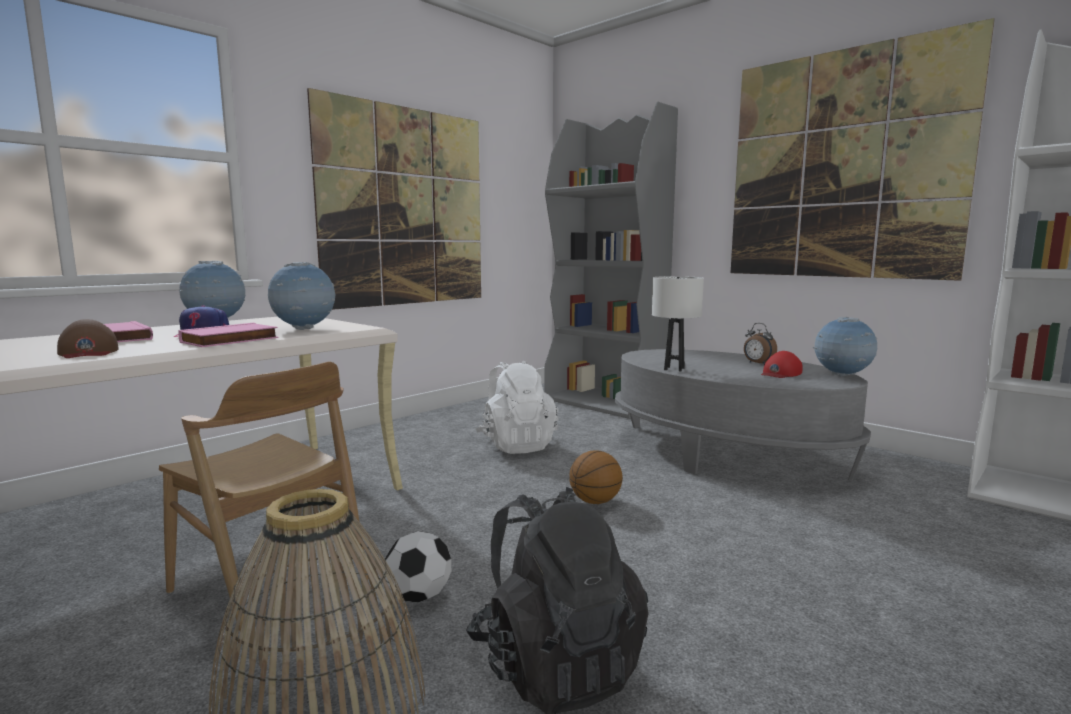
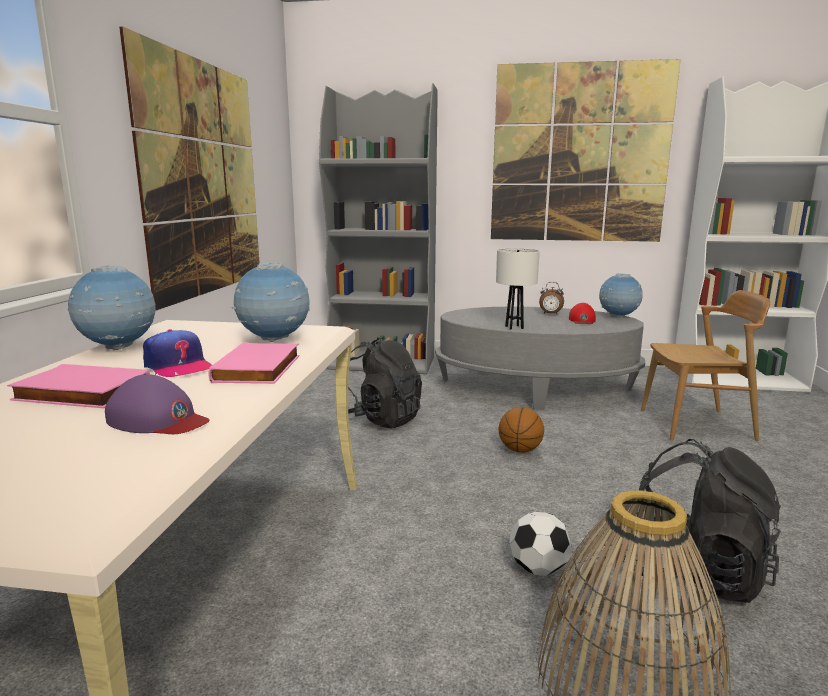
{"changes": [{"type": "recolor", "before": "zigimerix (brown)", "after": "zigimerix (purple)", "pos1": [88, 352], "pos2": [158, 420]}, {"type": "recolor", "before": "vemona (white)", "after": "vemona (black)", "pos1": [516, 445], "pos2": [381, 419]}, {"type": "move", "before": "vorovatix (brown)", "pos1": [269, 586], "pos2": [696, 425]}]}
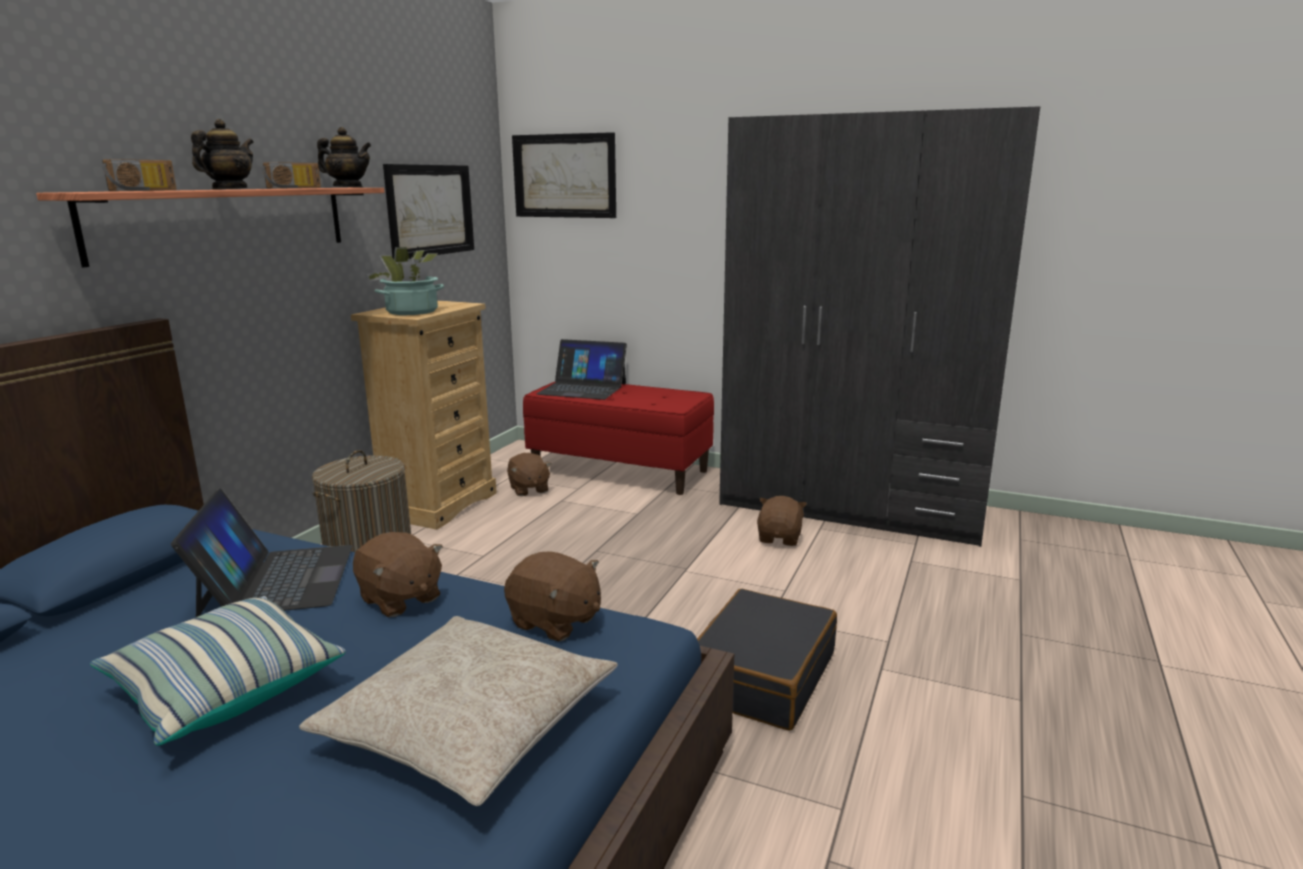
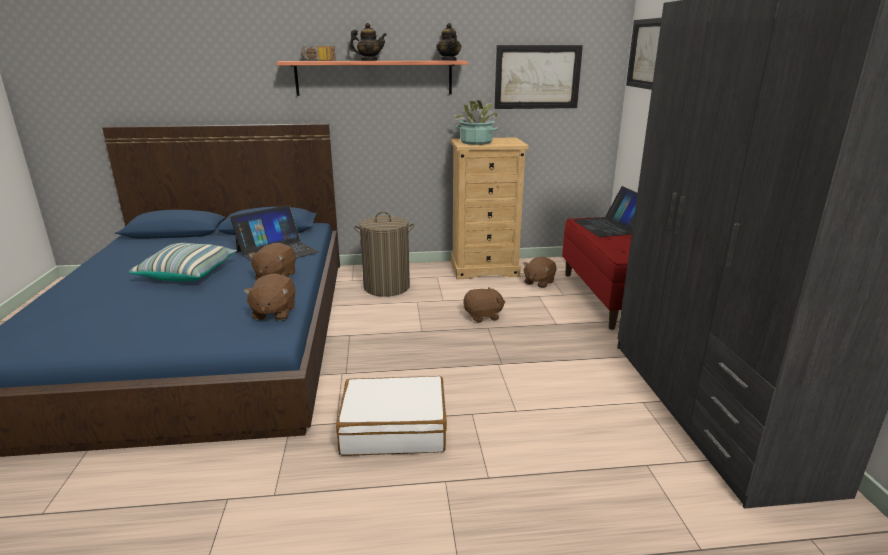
{"changes": [{"type": "delete", "before": "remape", "pos1": [295, 188]}, {"type": "move", "before": "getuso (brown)", "pos1": [780, 538], "pos2": [483, 316]}, {"type": "recolor", "before": "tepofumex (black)", "after": "tepofumex (white)", "pos1": [761, 675], "pos2": [394, 428]}, {"type": "delete", "before": "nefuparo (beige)", "pos1": [468, 724]}]}
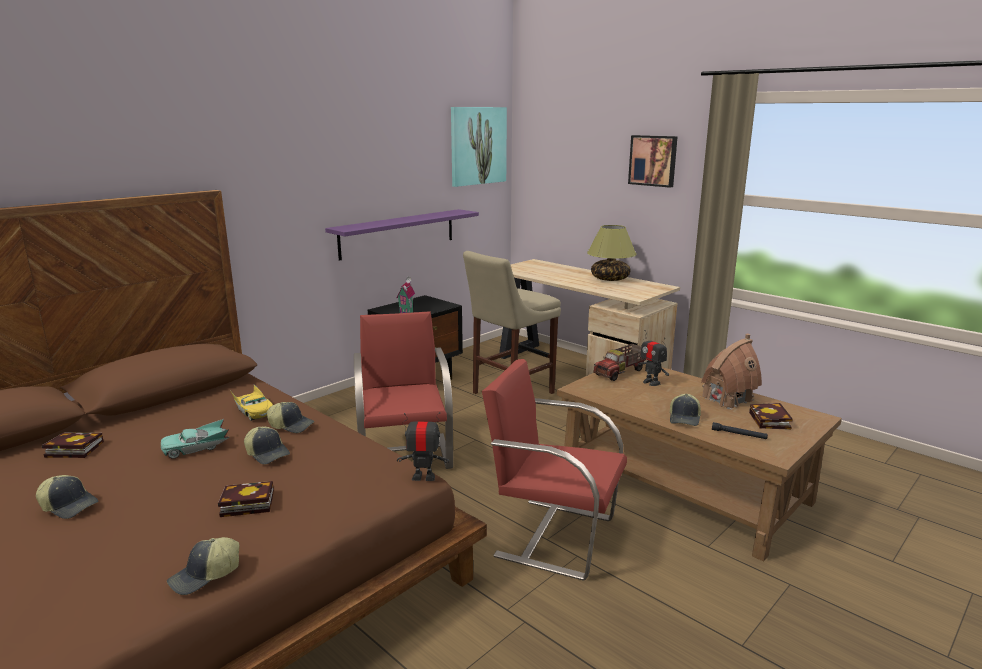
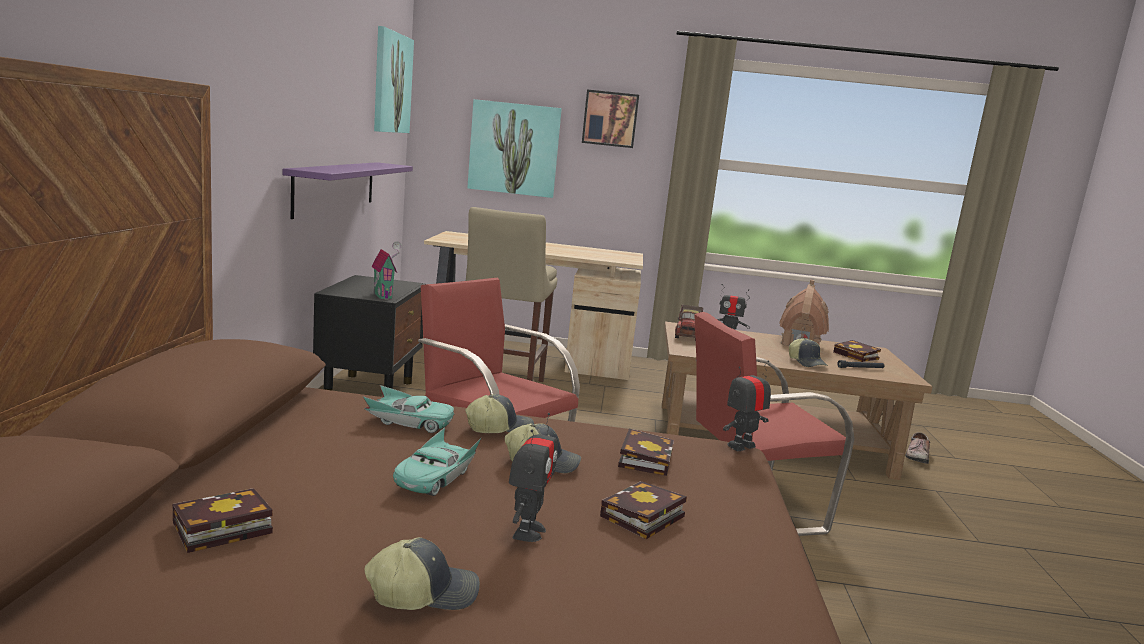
{"changes": [{"type": "delete", "before": "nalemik", "pos1": [609, 279]}, {"type": "recolor", "before": "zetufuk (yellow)", "after": "zetufuk (turquoise)", "pos1": [254, 411], "pos2": [409, 422]}, {"type": "delete", "before": "zigimerix", "pos1": [205, 576]}, {"type": "insert", "after": "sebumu", "pos2": [514, 149]}, {"type": "insert", "after": "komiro", "pos2": [527, 531]}, {"type": "insert", "after": "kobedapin", "pos2": [644, 458]}, {"type": "insert", "after": "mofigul", "pos2": [916, 455]}]}
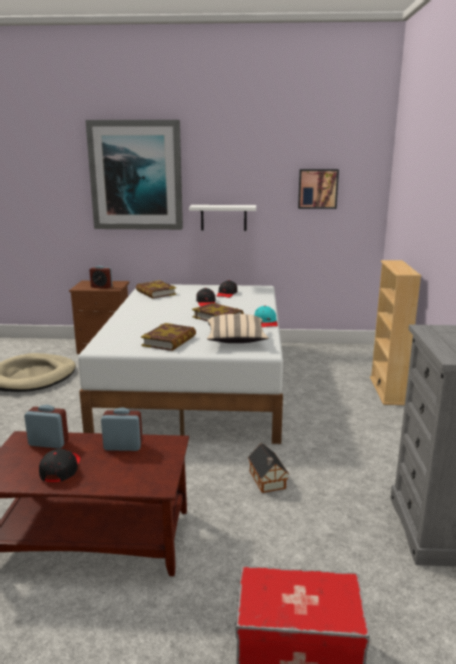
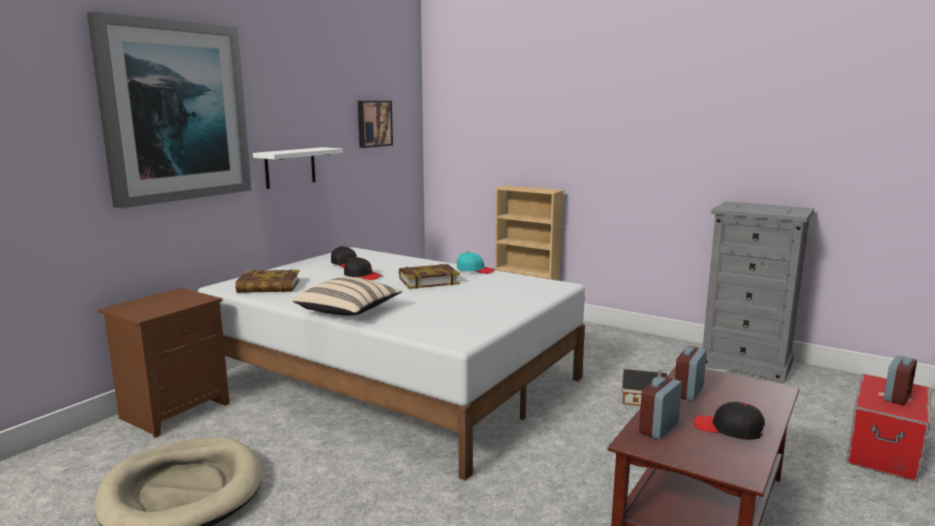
{"changes": [{"type": "move", "before": "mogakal", "pos1": [101, 287], "pos2": [897, 397]}, {"type": "move", "before": "nefuparo (beige)", "pos1": [236, 340], "pos2": [349, 311]}, {"type": "delete", "before": "kobedapin", "pos1": [169, 341]}]}
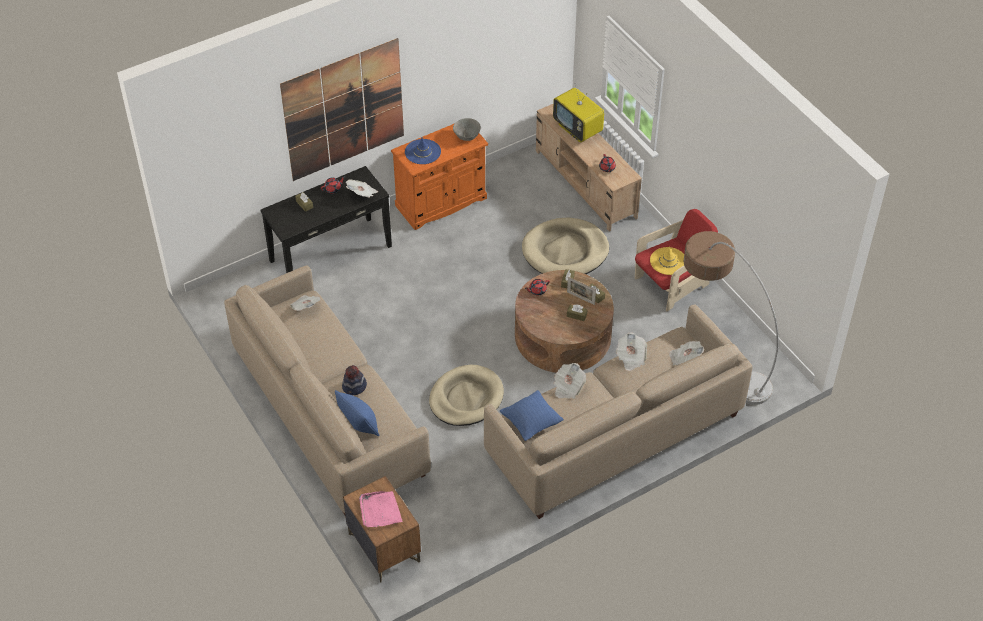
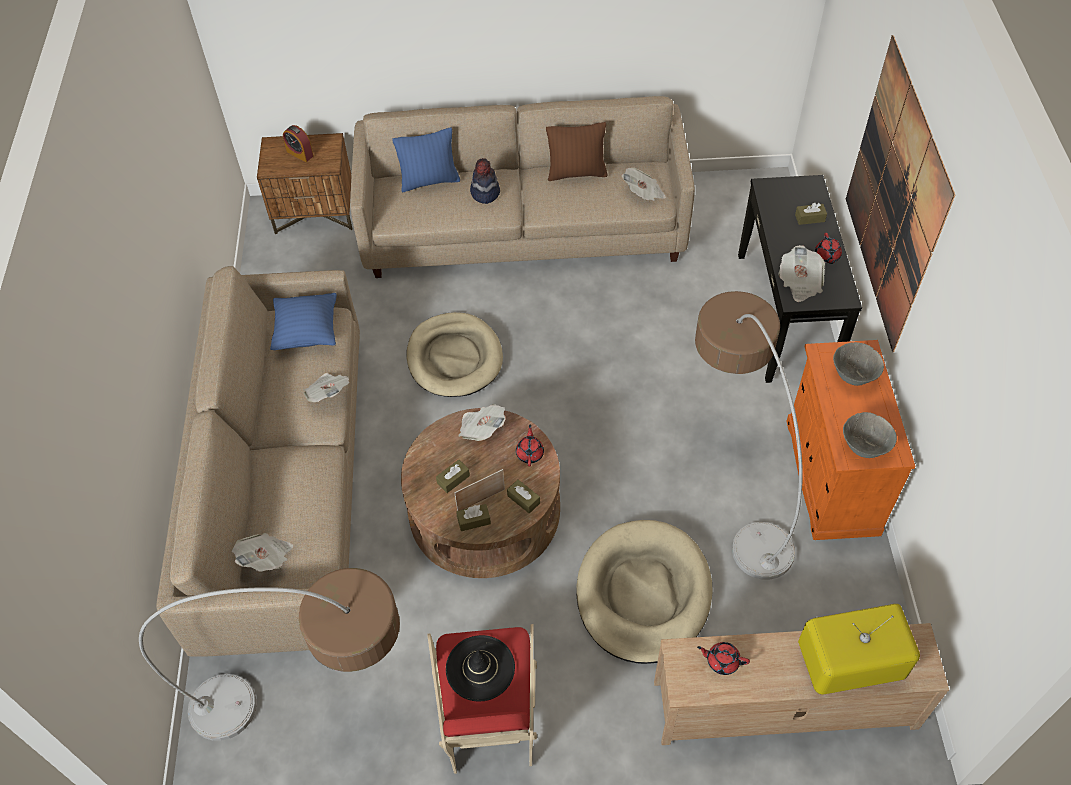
{"changes": [{"type": "replace", "before": "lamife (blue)", "after": "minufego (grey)", "pos1": [423, 152], "pos2": [853, 376]}, {"type": "recolor", "before": "lamife (yellow)", "after": "lamife (black)", "pos1": [668, 261], "pos2": [480, 668]}, {"type": "move", "before": "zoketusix", "pos1": [631, 358], "pos2": [481, 429]}, {"type": "replace", "before": "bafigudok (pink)", "after": "mogakal", "pos1": [380, 511], "pos2": [300, 153]}, {"type": "insert", "after": "nefuparo (brown)", "pos2": [576, 173]}, {"type": "insert", "after": "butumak", "pos2": [734, 481]}]}
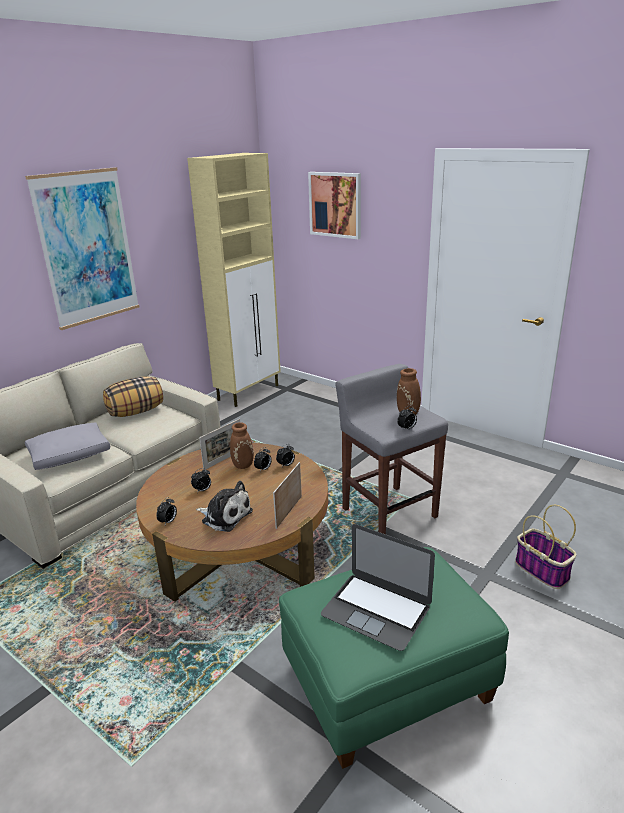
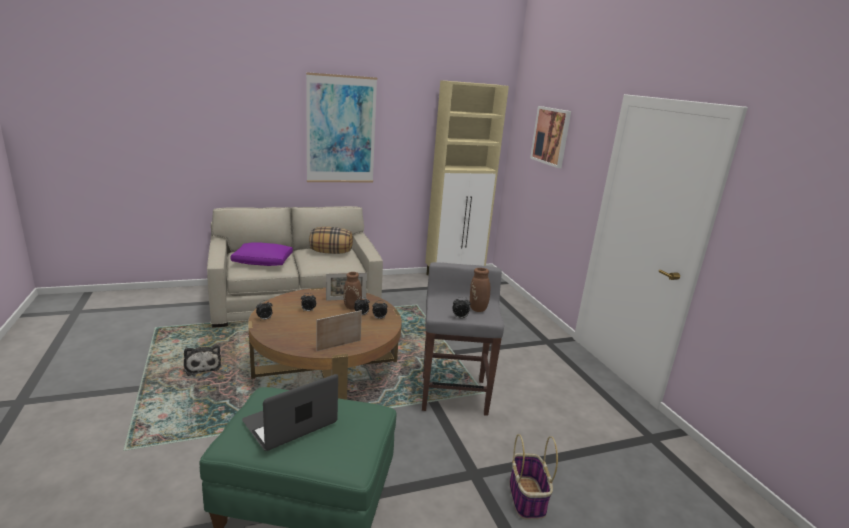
{"changes": [{"type": "recolor", "before": "nefuparo (grey)", "after": "nefuparo (purple)", "pos1": [70, 455], "pos2": [263, 262]}, {"type": "move", "before": "getuso", "pos1": [225, 516], "pos2": [202, 366]}, {"type": "rotate", "before": "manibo", "pos1": [376, 610], "pos2": [290, 422], "turn": 75}]}
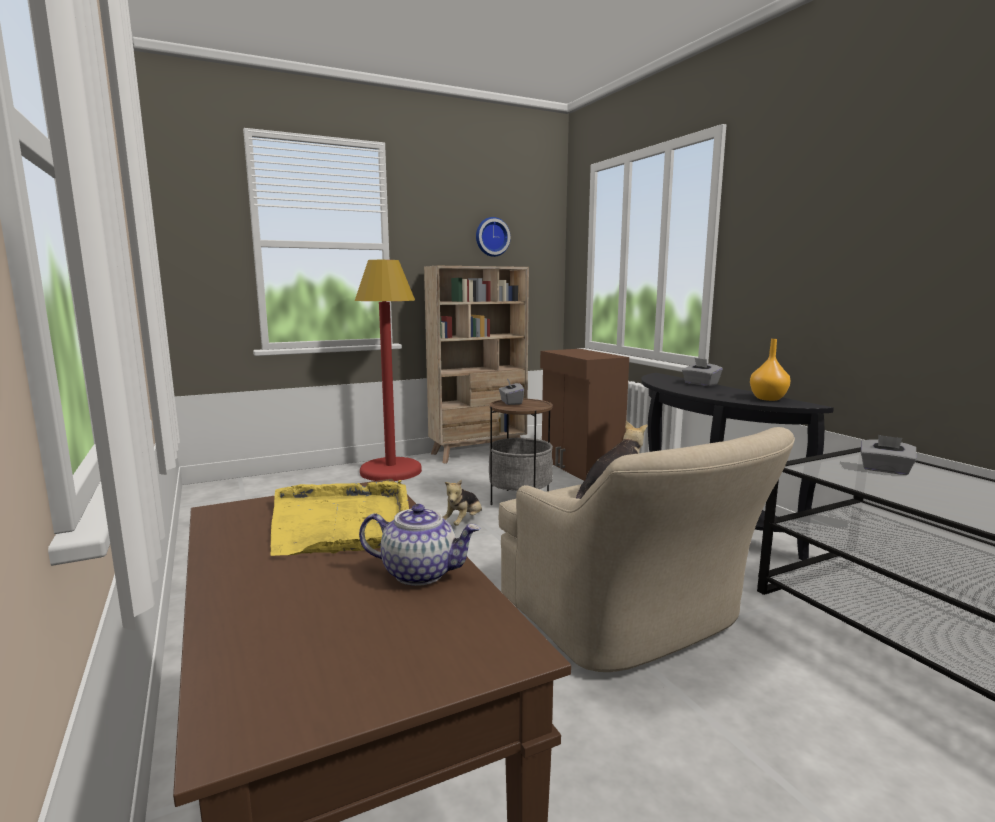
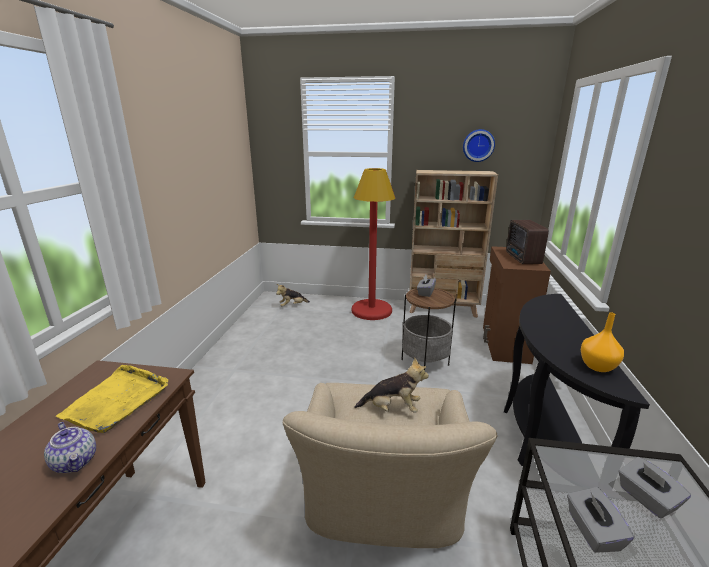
{"changes": [{"type": "move", "before": "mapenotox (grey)", "pos1": [700, 384], "pos2": [592, 531]}, {"type": "move", "before": "getuso", "pos1": [463, 522], "pos2": [292, 306]}, {"type": "insert", "after": "remape", "pos2": [522, 259]}]}
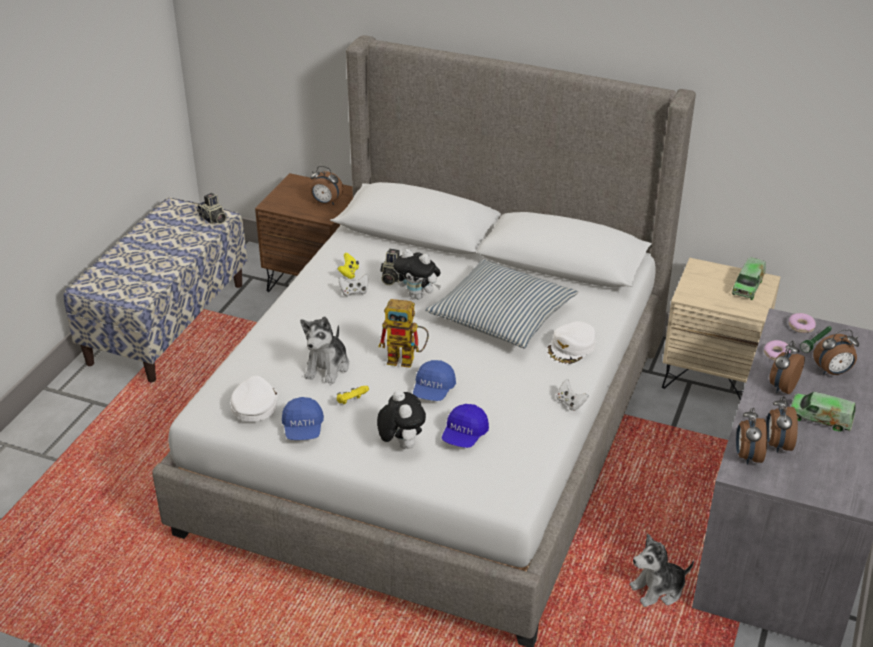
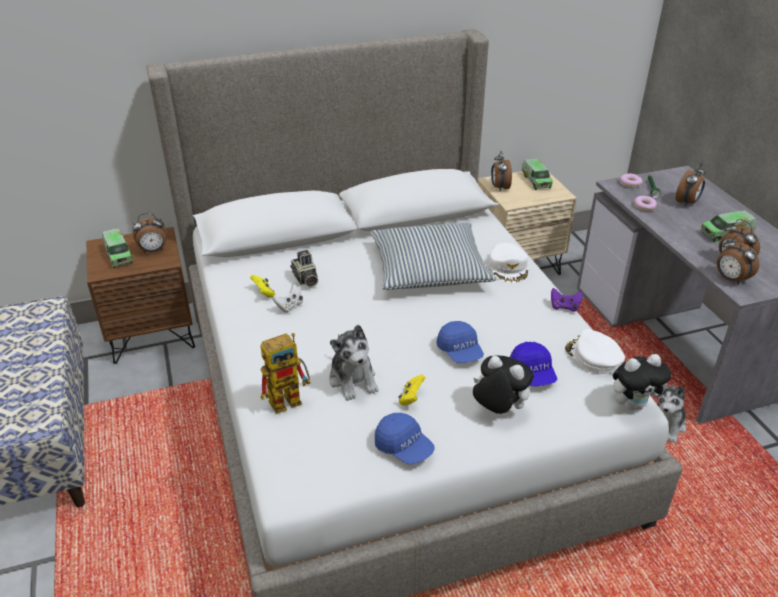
{"changes": [{"type": "delete", "before": "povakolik", "pos1": [213, 219]}, {"type": "move", "before": "getuso", "pos1": [418, 296], "pos2": [633, 404]}, {"type": "move", "before": "komiro", "pos1": [407, 359], "pos2": [290, 398]}, {"type": "move", "before": "mogakal", "pos1": [782, 387], "pos2": [499, 187]}, {"type": "move", "before": "zigimerix (white)", "pos1": [254, 404], "pos2": [593, 357]}, {"type": "recolor", "before": "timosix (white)", "after": "timosix (purple)", "pos1": [570, 403], "pos2": [564, 307]}, {"type": "insert", "after": "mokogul", "pos2": [119, 255]}]}
